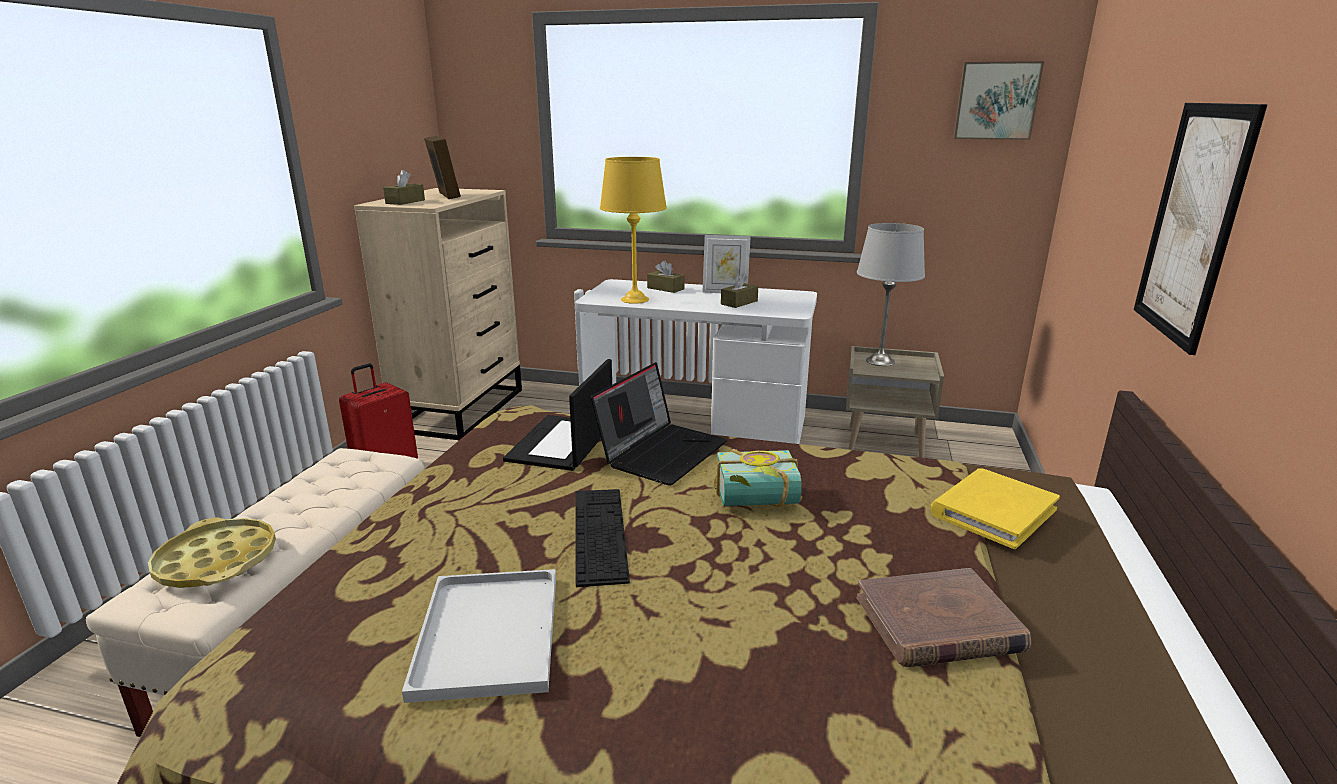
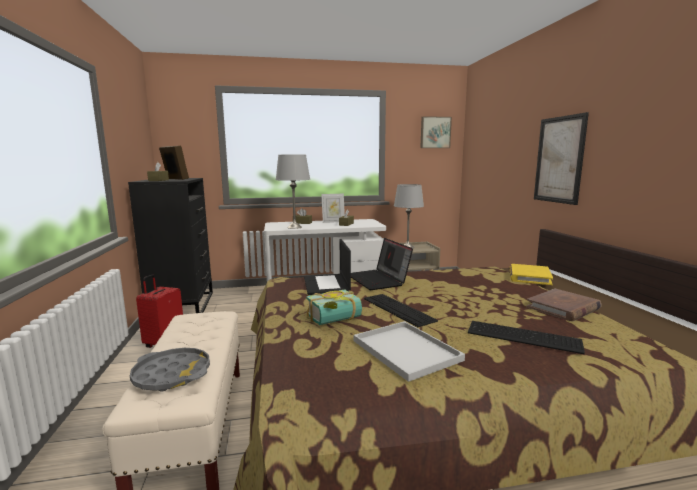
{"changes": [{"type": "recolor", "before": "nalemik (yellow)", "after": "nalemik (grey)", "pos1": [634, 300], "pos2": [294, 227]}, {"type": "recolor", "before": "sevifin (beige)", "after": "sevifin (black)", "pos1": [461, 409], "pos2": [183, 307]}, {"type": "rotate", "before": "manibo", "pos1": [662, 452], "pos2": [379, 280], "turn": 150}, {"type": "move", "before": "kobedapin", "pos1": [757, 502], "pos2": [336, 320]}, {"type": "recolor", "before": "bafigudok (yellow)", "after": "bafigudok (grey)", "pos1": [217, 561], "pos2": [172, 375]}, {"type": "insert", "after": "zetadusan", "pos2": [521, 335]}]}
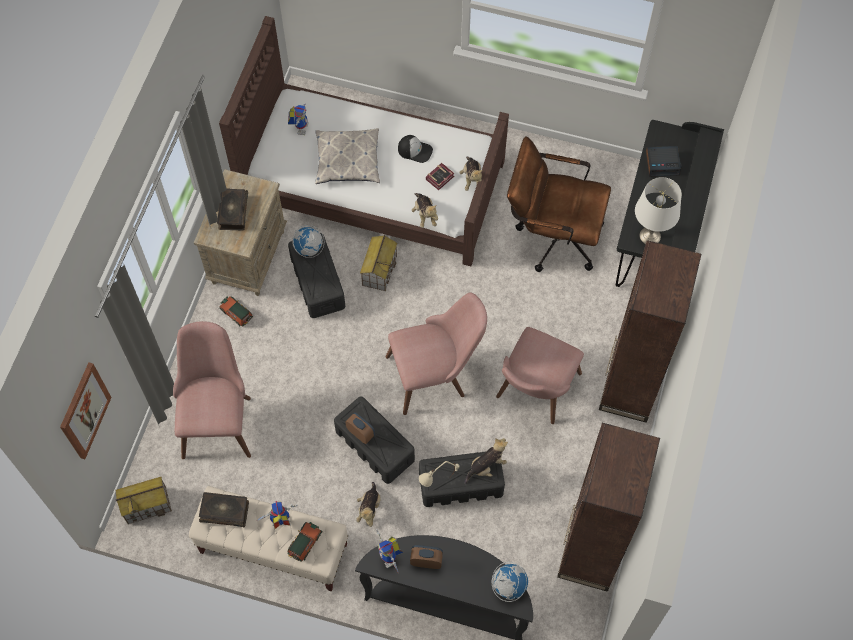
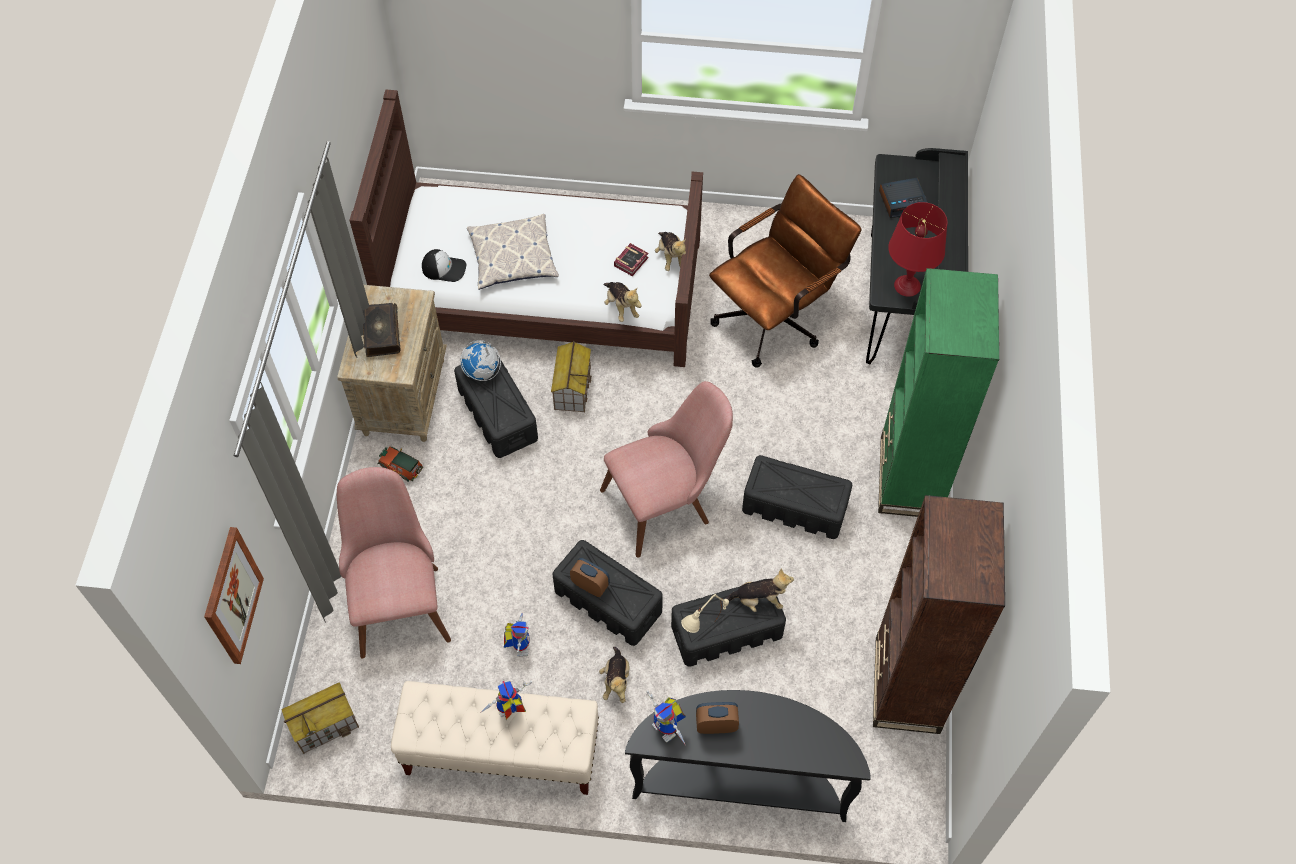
{"changes": [{"type": "move", "before": "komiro", "pos1": [300, 127], "pos2": [519, 644]}, {"type": "move", "before": "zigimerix", "pos1": [415, 150], "pos2": [444, 268]}, {"type": "rotate", "before": "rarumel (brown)", "pos1": [552, 236], "pos2": [776, 317], "turn": 135}, {"type": "recolor", "before": "nalemik (white)", "after": "nalemik (red)", "pos1": [649, 235], "pos2": [907, 285]}, {"type": "recolor", "before": "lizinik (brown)", "after": "lizinik (green)", "pos1": [629, 385], "pos2": [909, 477]}, {"type": "replace", "before": "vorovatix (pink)", "after": "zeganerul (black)", "pos1": [533, 394], "pos2": [794, 506]}, {"type": "rotate", "before": "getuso", "pos1": [486, 466], "pos2": [758, 600], "turn": 45}, {"type": "delete", "before": "kobedapin", "pos1": [225, 511]}, {"type": "delete", "before": "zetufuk", "pos1": [304, 544]}, {"type": "delete", "before": "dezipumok", "pos1": [508, 586]}]}
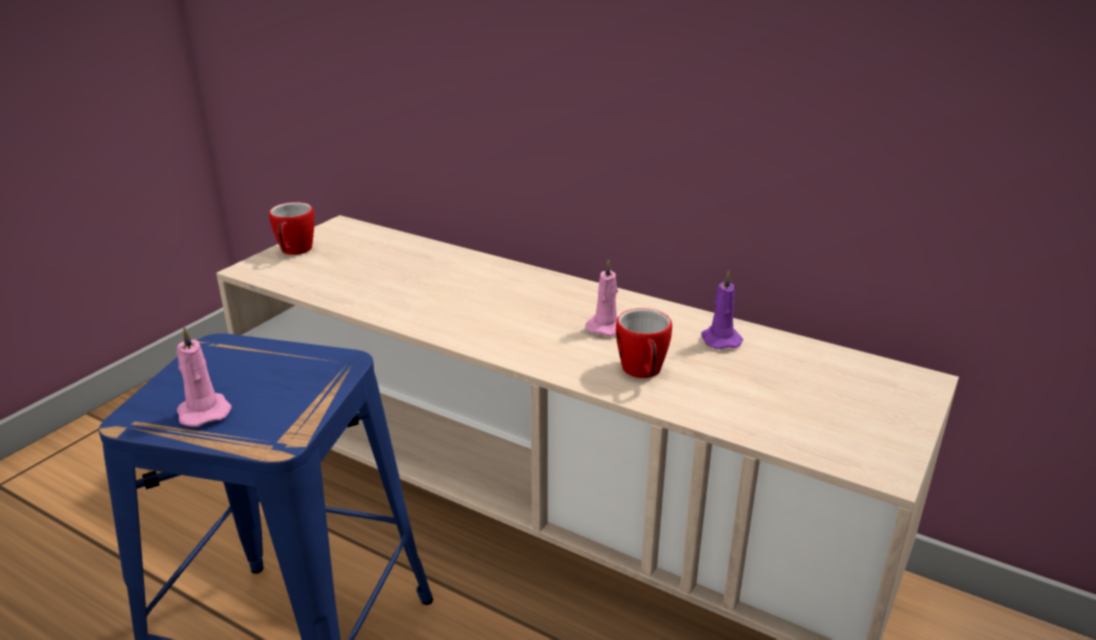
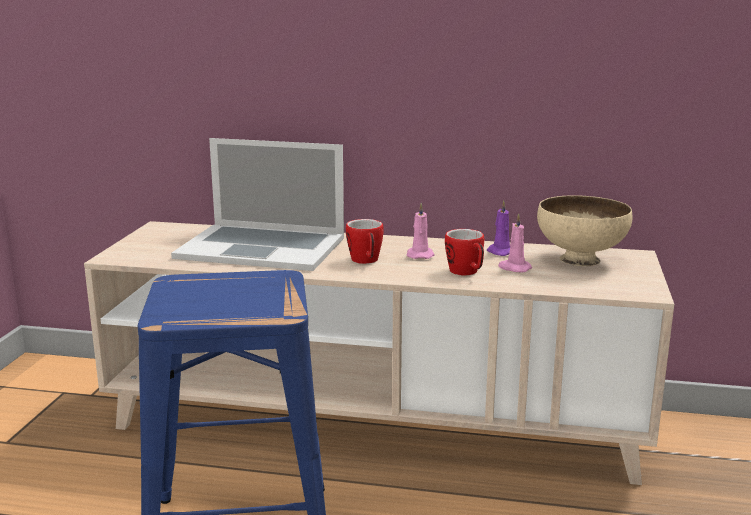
{"changes": [{"type": "move", "before": "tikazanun", "pos1": [294, 252], "pos2": [366, 261]}, {"type": "move", "before": "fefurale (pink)", "pos1": [203, 411], "pos2": [514, 268]}, {"type": "insert", "after": "manibo", "pos2": [262, 247]}, {"type": "insert", "after": "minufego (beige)", "pos2": [580, 260]}]}
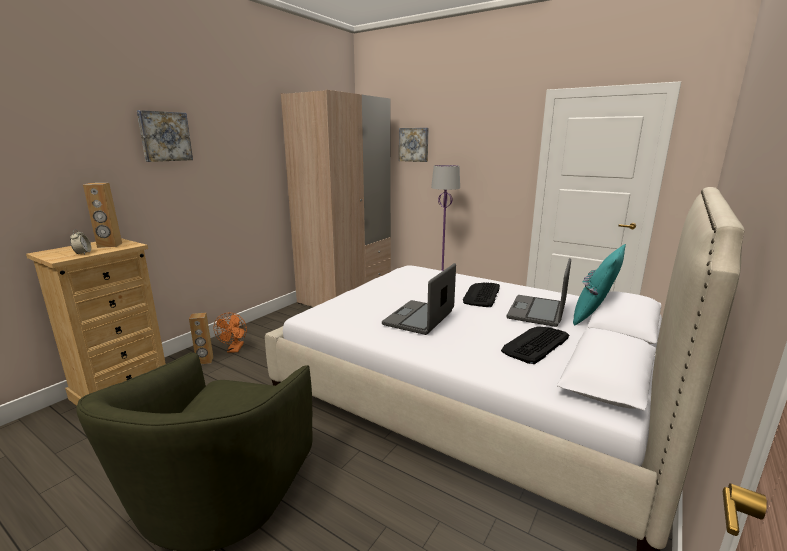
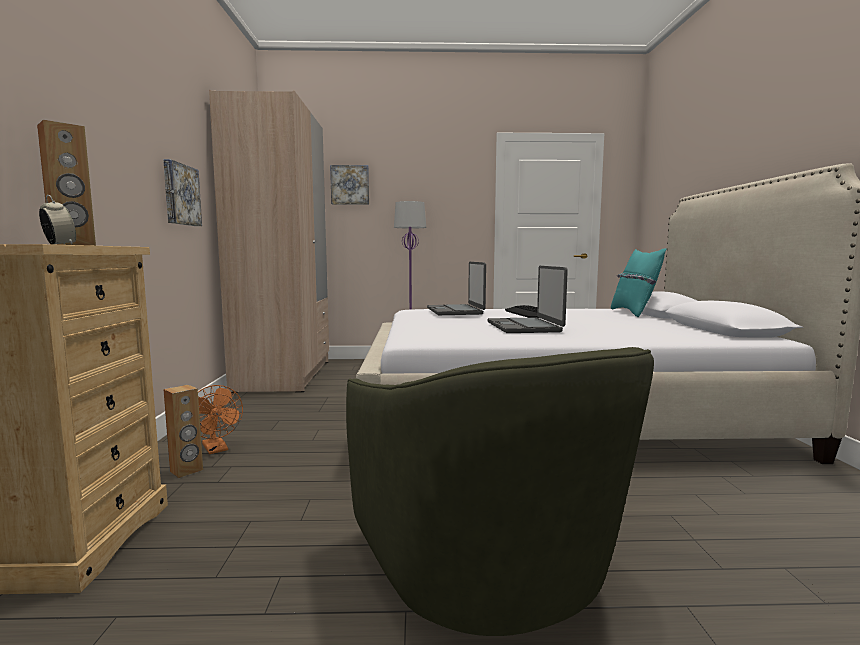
{"changes": [{"type": "move", "before": "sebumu", "pos1": [164, 136], "pos2": [180, 195]}, {"type": "move", "before": "manibo", "pos1": [537, 311], "pos2": [455, 311]}, {"type": "delete", "before": "zetadusan", "pos1": [535, 344]}]}
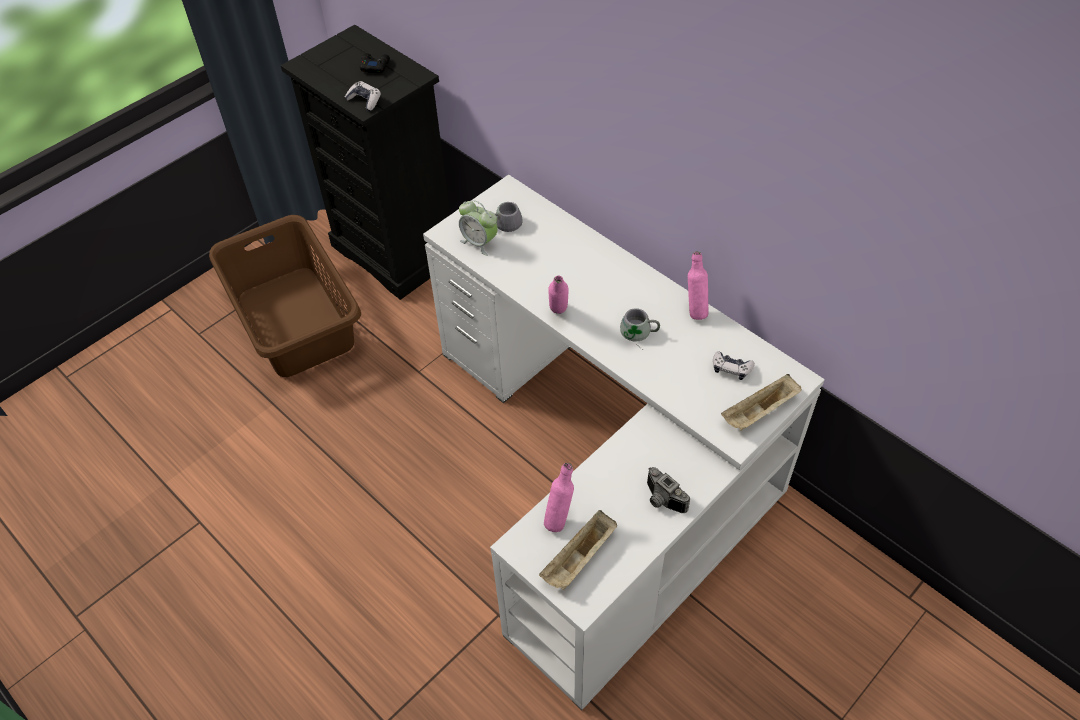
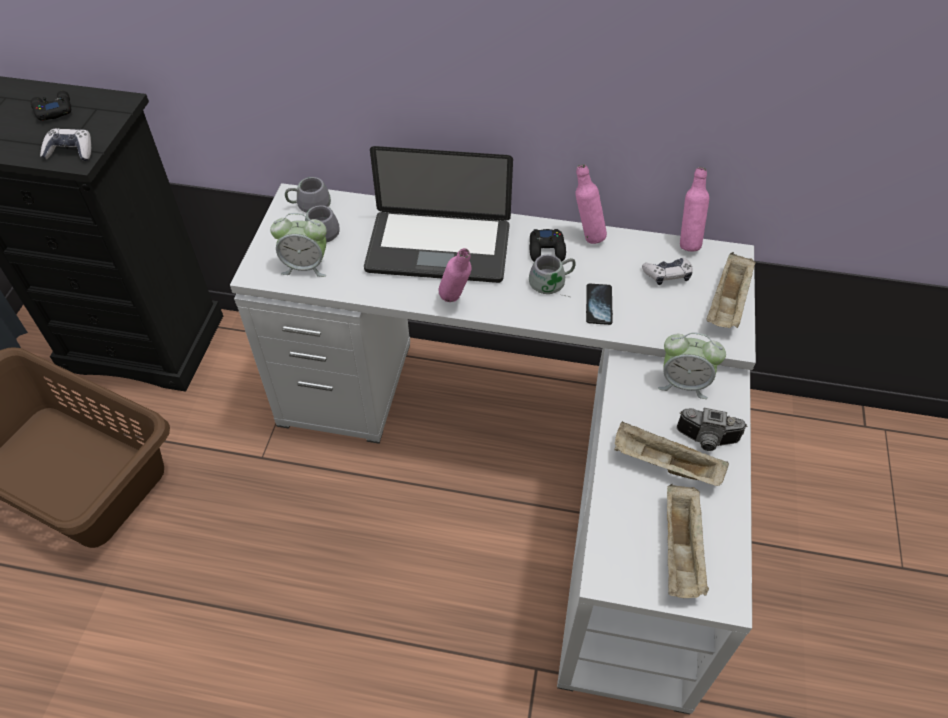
{"changes": [{"type": "move", "before": "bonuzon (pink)", "pos1": [559, 518], "pos2": [687, 242]}, {"type": "insert", "after": "manibo", "pos2": [438, 248]}, {"type": "insert", "after": "tikazanun (grey)", "pos2": [308, 202]}, {"type": "insert", "after": "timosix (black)", "pos2": [547, 249]}, {"type": "insert", "after": "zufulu", "pos2": [599, 305]}, {"type": "insert", "after": "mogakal", "pos2": [684, 383]}, {"type": "insert", "after": "bafigudok (beige)", "pos2": [664, 465]}]}
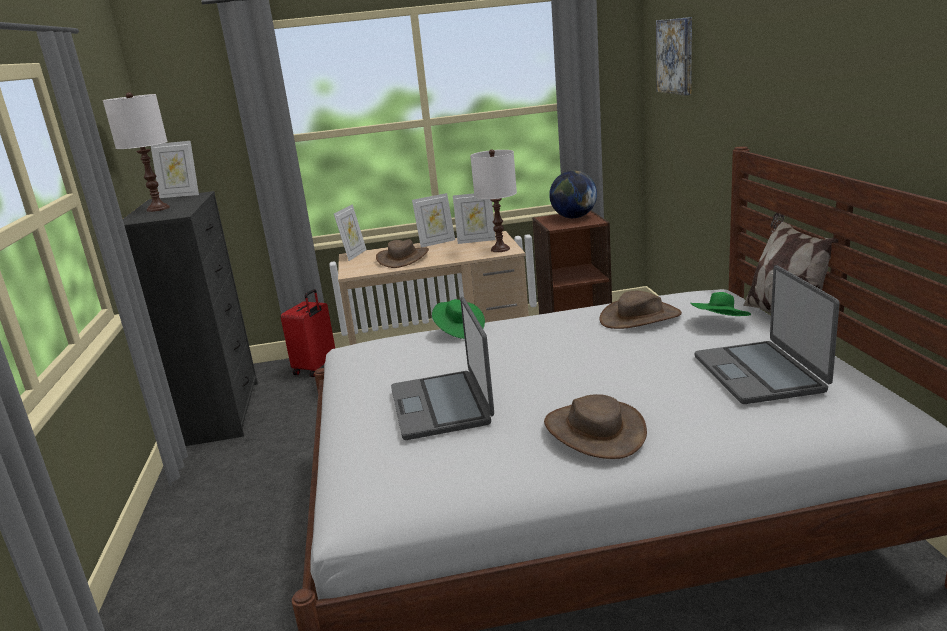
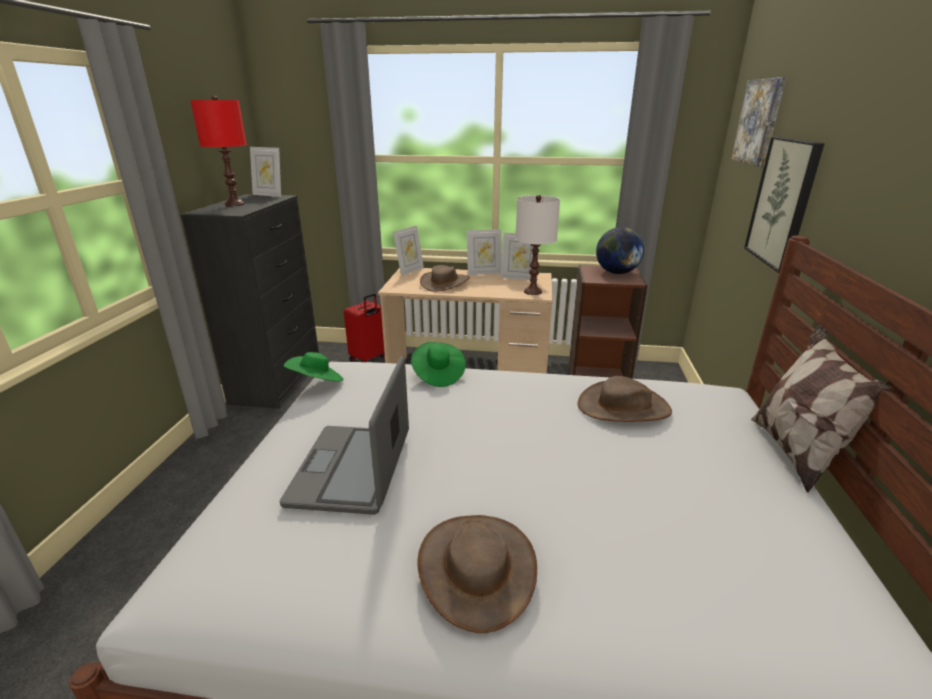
{"changes": [{"type": "recolor", "before": "nalemik (white)", "after": "nalemik (red)", "pos1": [158, 208], "pos2": [235, 204]}, {"type": "delete", "before": "manibo", "pos1": [760, 373]}, {"type": "move", "before": "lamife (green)", "pos1": [720, 324], "pos2": [317, 382]}, {"type": "insert", "after": "sebumu", "pos2": [783, 202]}]}
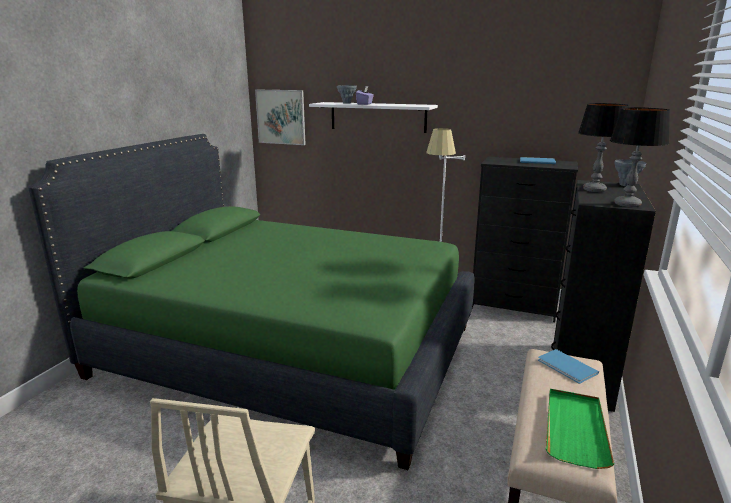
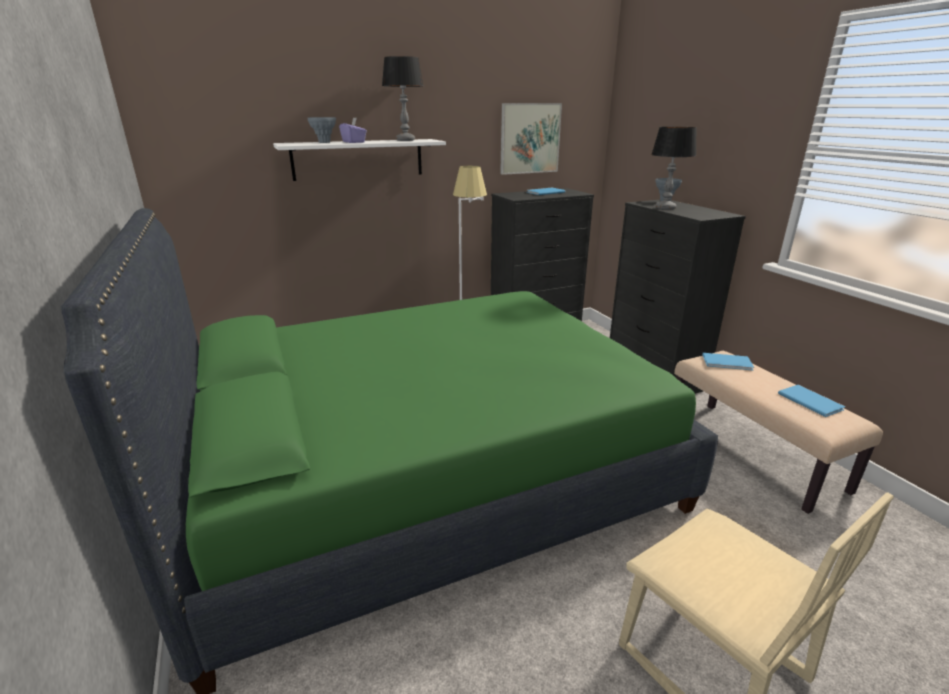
{"changes": [{"type": "move", "before": "sebumu", "pos1": [281, 117], "pos2": [530, 138]}, {"type": "move", "before": "nalemik", "pos1": [627, 204], "pos2": [405, 140]}, {"type": "replace", "before": "bafigudok (green)", "after": "kobedapin (blue)", "pos1": [575, 429], "pos2": [809, 400]}]}
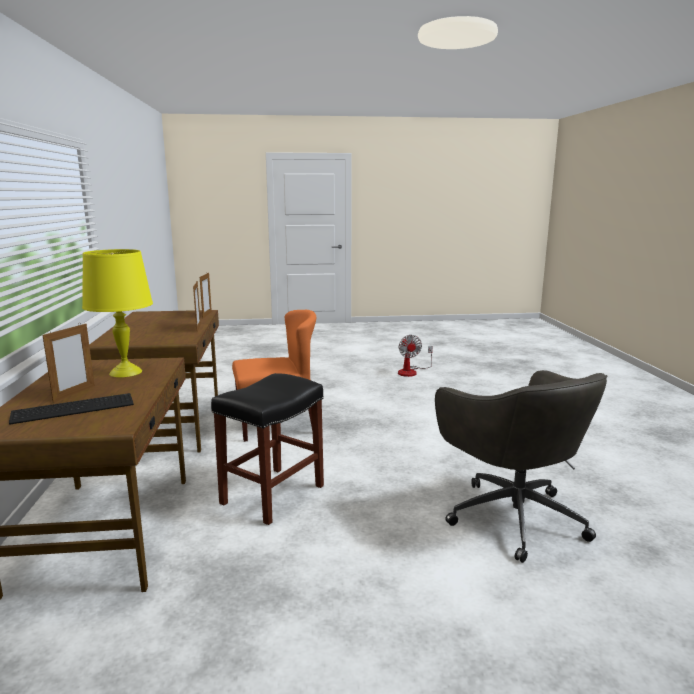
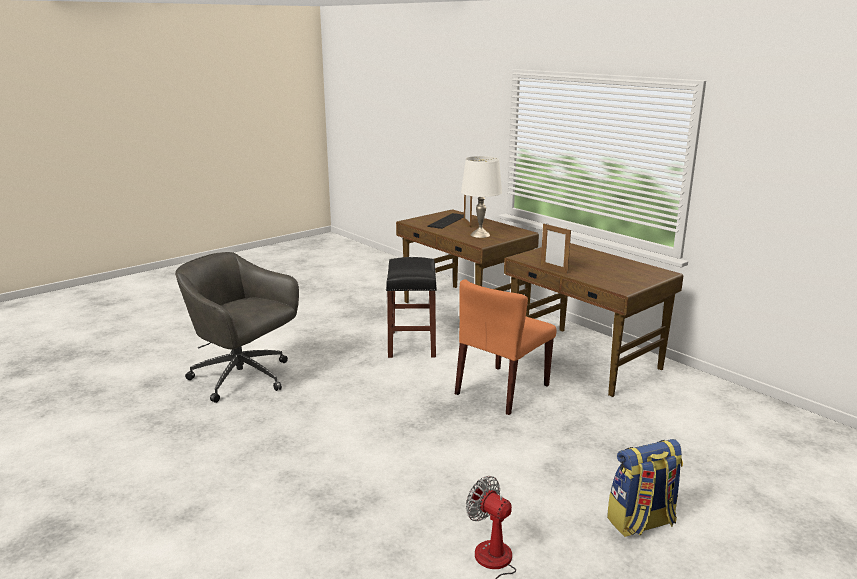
{"changes": [{"type": "recolor", "before": "nalemik (yellow)", "after": "nalemik (white)", "pos1": [126, 372], "pos2": [480, 235]}, {"type": "delete", "before": "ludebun", "pos1": [207, 315]}, {"type": "insert", "after": "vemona", "pos2": [641, 523]}]}
